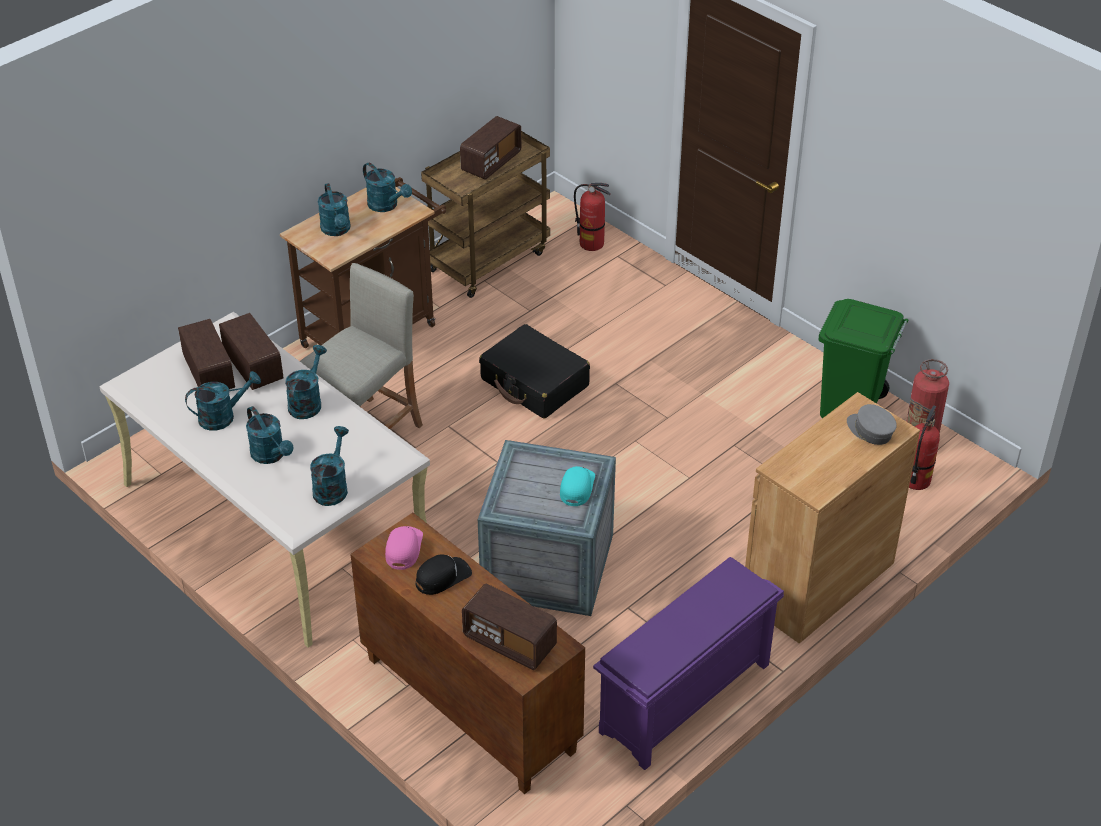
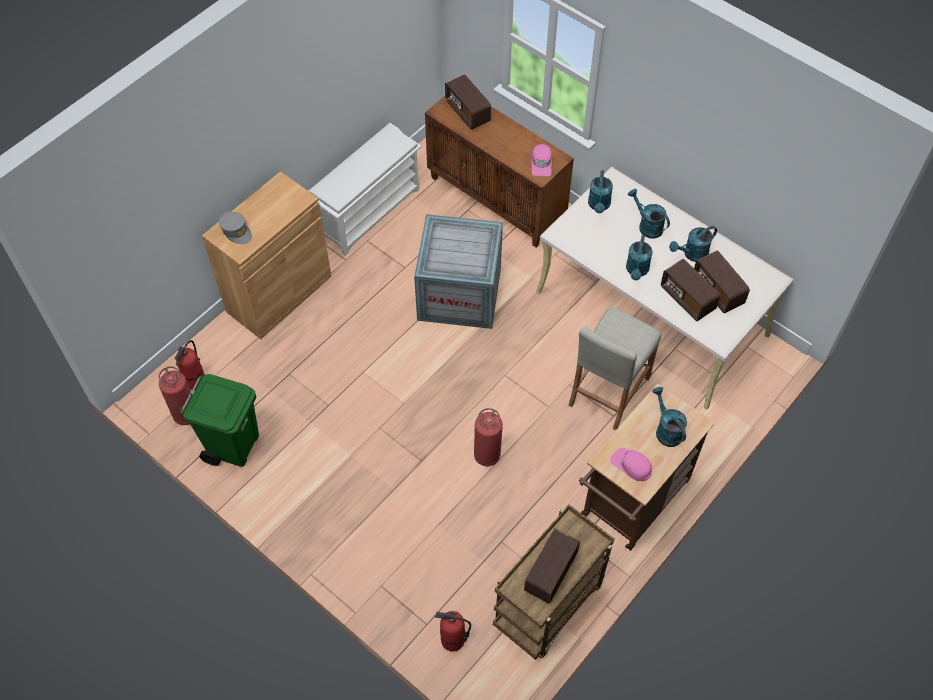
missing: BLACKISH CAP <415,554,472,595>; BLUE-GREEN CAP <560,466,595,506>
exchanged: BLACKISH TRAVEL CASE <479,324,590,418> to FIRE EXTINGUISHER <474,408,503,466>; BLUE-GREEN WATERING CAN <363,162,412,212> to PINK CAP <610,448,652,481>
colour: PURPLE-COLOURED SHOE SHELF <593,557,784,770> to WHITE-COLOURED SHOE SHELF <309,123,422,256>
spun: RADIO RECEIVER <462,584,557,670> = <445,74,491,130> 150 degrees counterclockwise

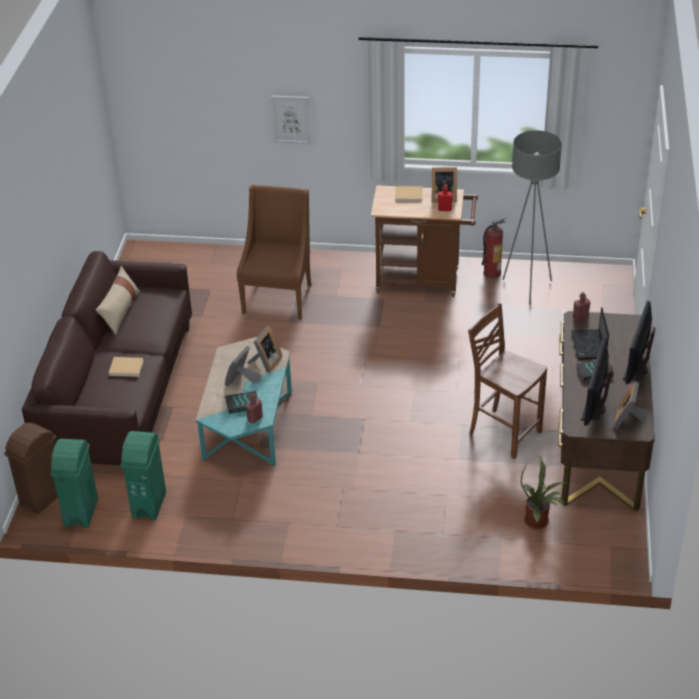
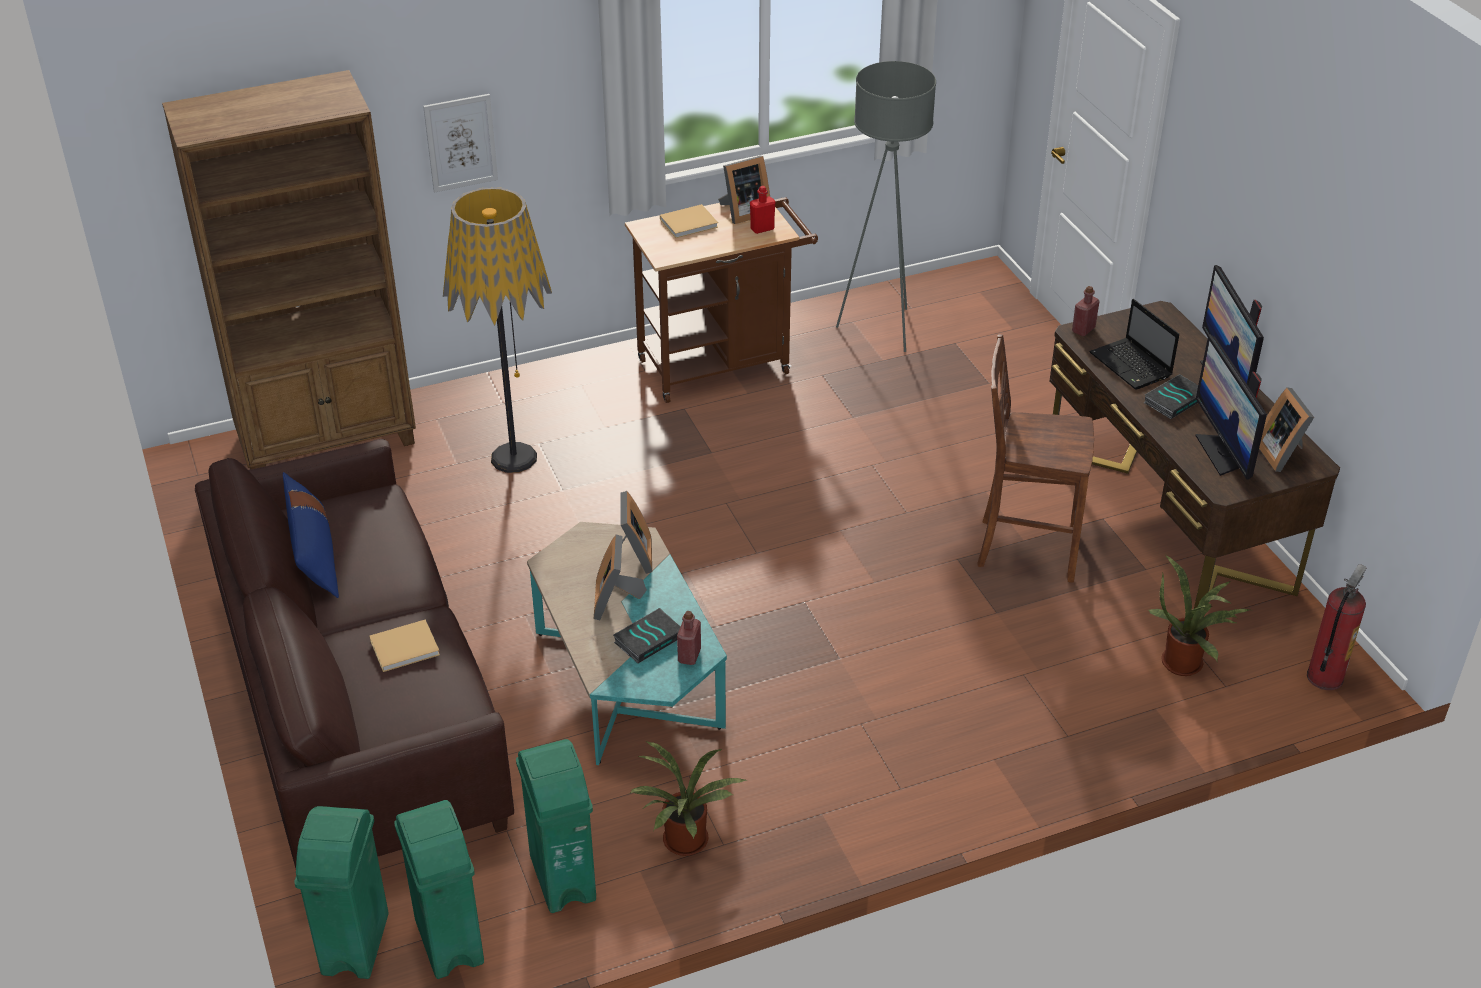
appeared: BROWNISH BOOKSHELF <162,70,416,470>; POTTED PLANT <628,741,747,856>
relocated: FIRE EXTINGUISHER <482,216,506,278> to <1307,564,1367,690>
exchanged: BROWNISH ARMCHAIR <237,185,311,320> to STANDARD LAMP <443,187,552,473>
colour: BEIGE-COLOURED THROW PILLOW <96,266,140,335> to BLUE THROW PILLOW <283,472,339,598>; BROWNISH TRASH CAN <4,422,58,514> to GREENISH TRASH CAN <295,806,388,979>

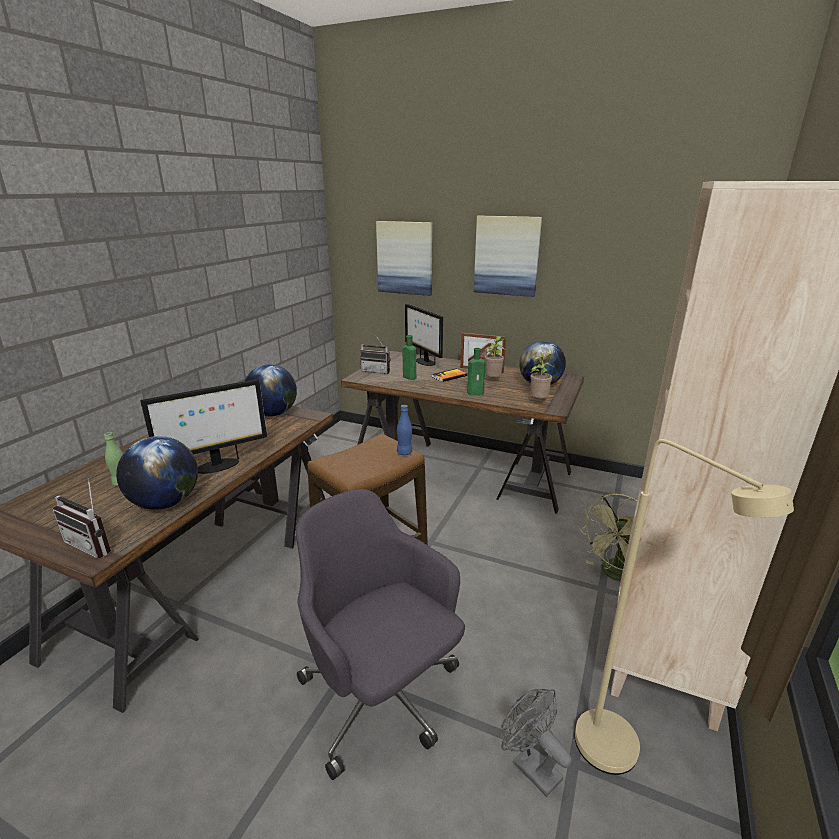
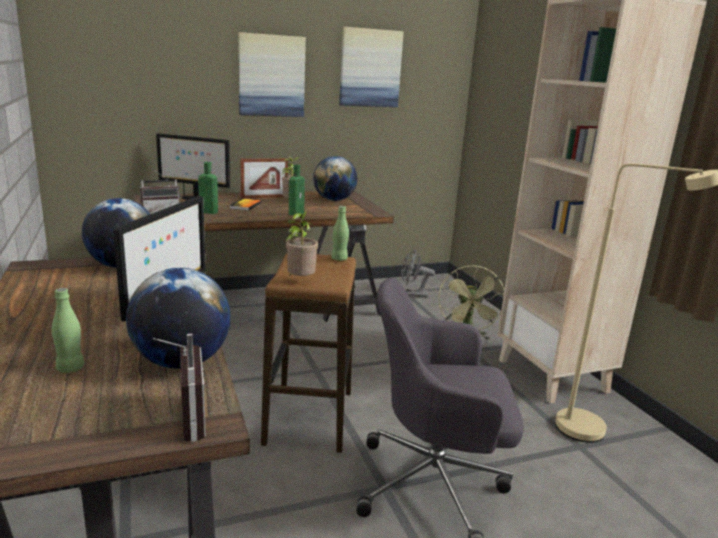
relocated: POTTED PLANT <530,352,552,398> to <286,210,318,276>; PICTURE <376,221,433,296> to <339,27,404,107>; GREYISH FAN <501,689,572,797> to <401,250,435,298>
colour: BLUE BOTTLE <397,405,412,455> to GREENISH BOTTLE <331,206,349,261>
spun: RADIO RECEIVER <53,478,111,559> = <153,334,206,442> 90 degrees counterclockwise

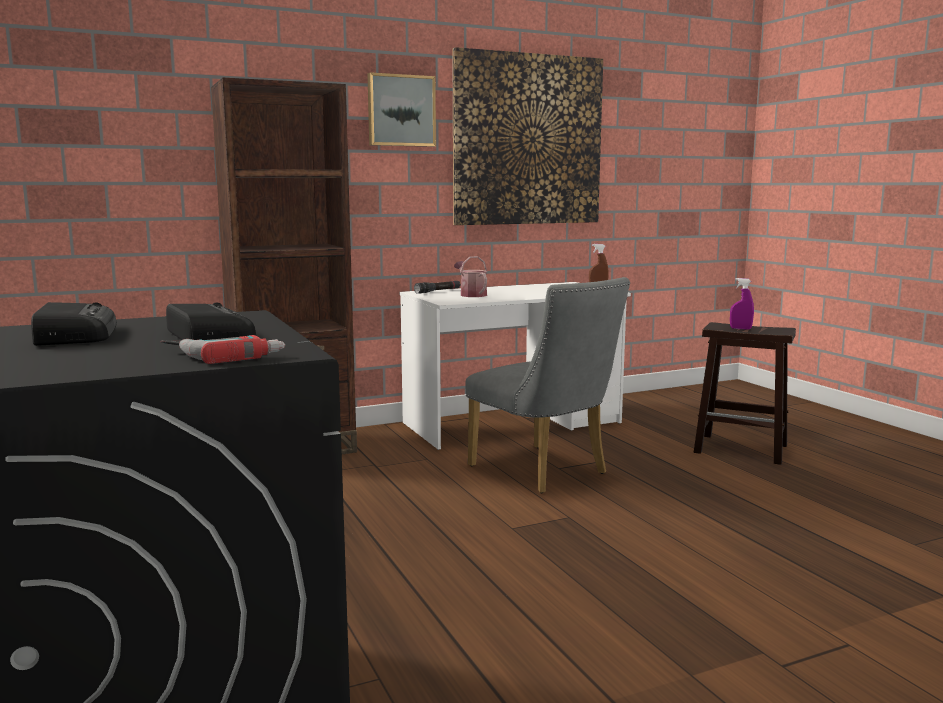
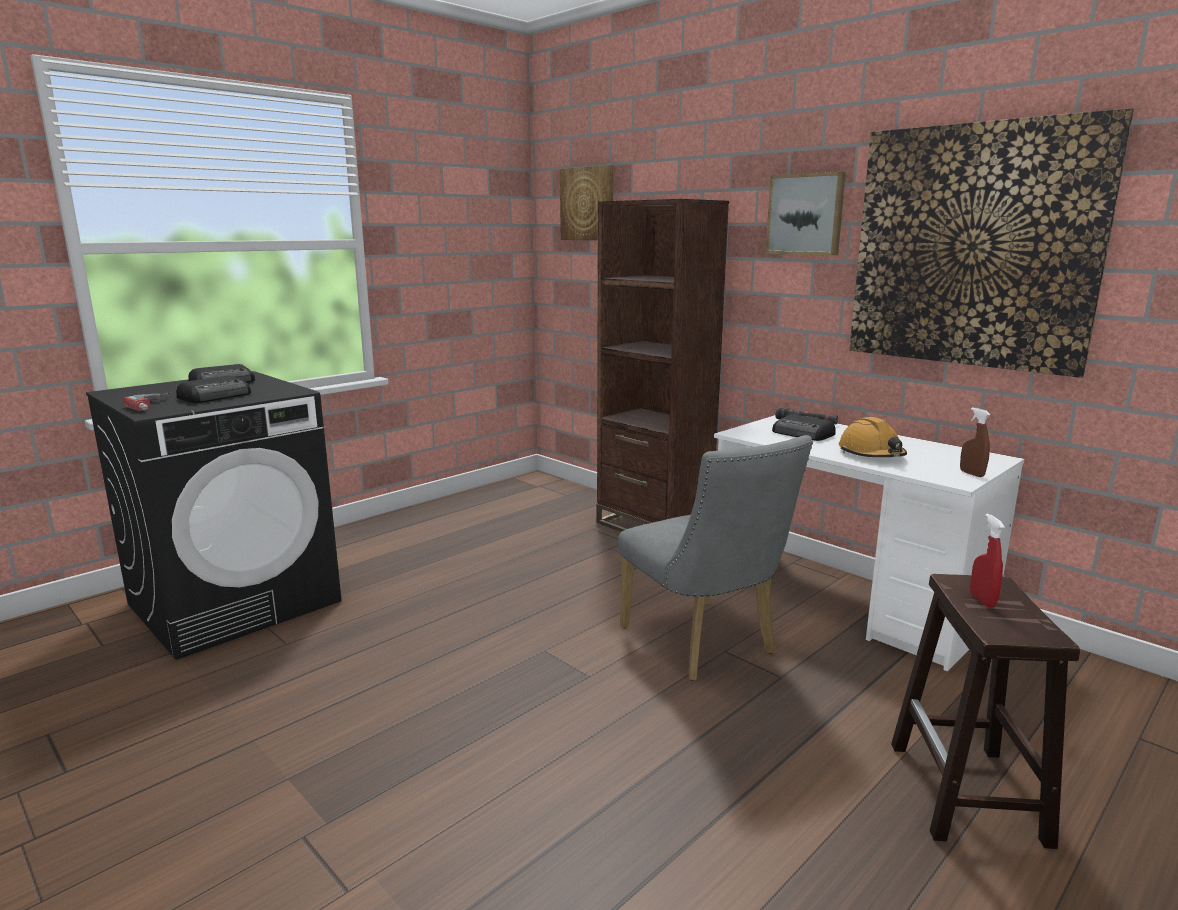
appeared: PICTURE <560,165,613,240>; ORANGEY HARD HAT <839,417,907,457>
exchanged: WATERING CAN <454,256,487,297> to RADIO RECEIVER <772,414,836,441>
colour: PURPLE-COLOURED HAND SPRAYER <730,278,754,330> to RED-COLOURED HAND SPRAYER <970,514,1005,607>
spun: GREYISH CHAIR <465,277,630,493> = <618,435,813,681> 60 degrees counterclockwise

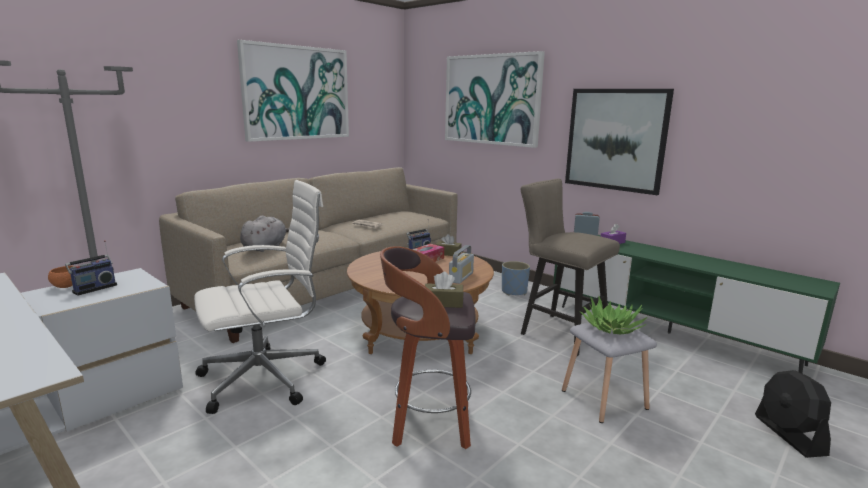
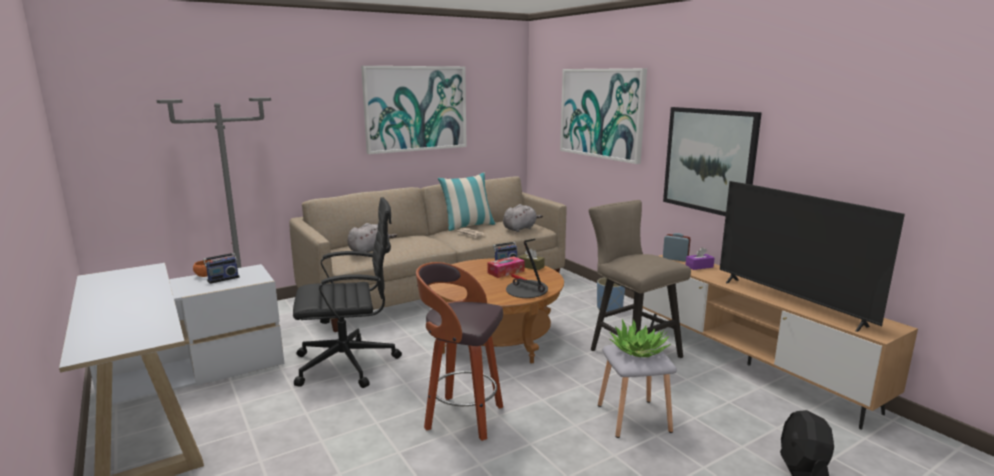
missing: BROWNISH TISSUE BOX <425,272,464,308>
appeared: THROW PILLOW <438,173,496,231>; GREYISH CUDDLY TOY <503,204,543,232>; TV <720,181,905,332>
exchanged: RADIO RECEIVER <449,245,474,284> to LAMP FOR A TABLE <506,239,548,298>
colour: WHITE-COLOURED COMPUTER CHAIR <194,180,326,414> to BLACKISH COMPUTER CHAIR <293,197,402,388>; GREENISH TV STAND <553,235,840,373> to BROWNISH TV STAND <643,255,918,429>

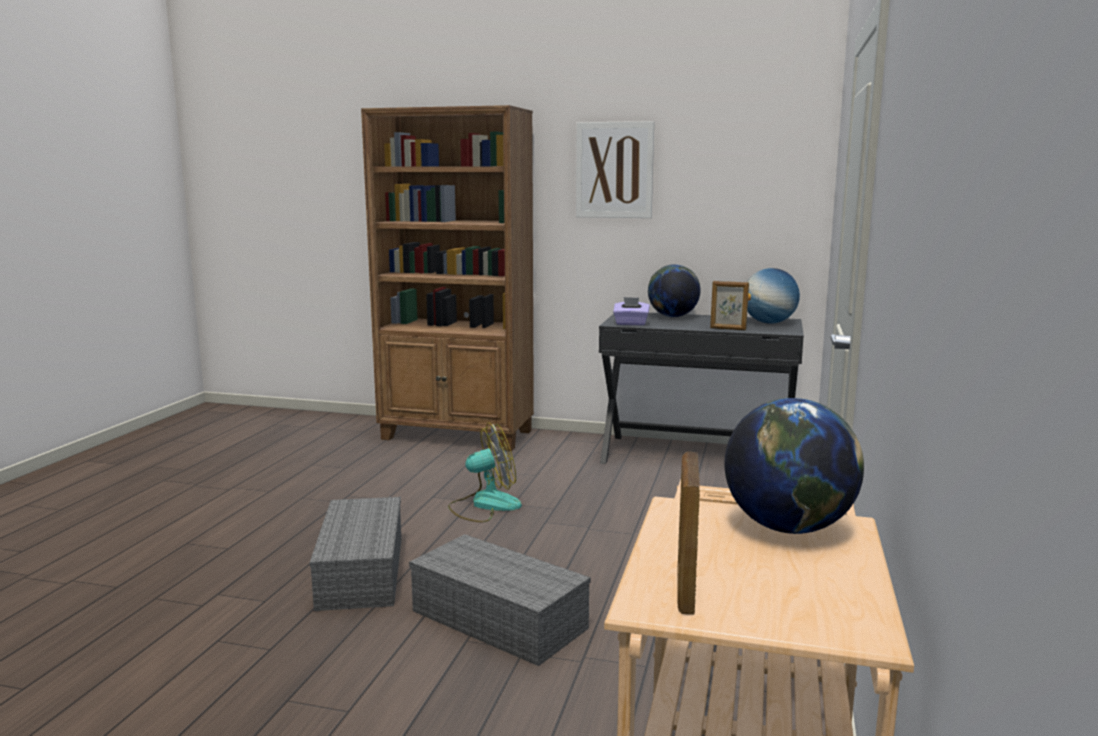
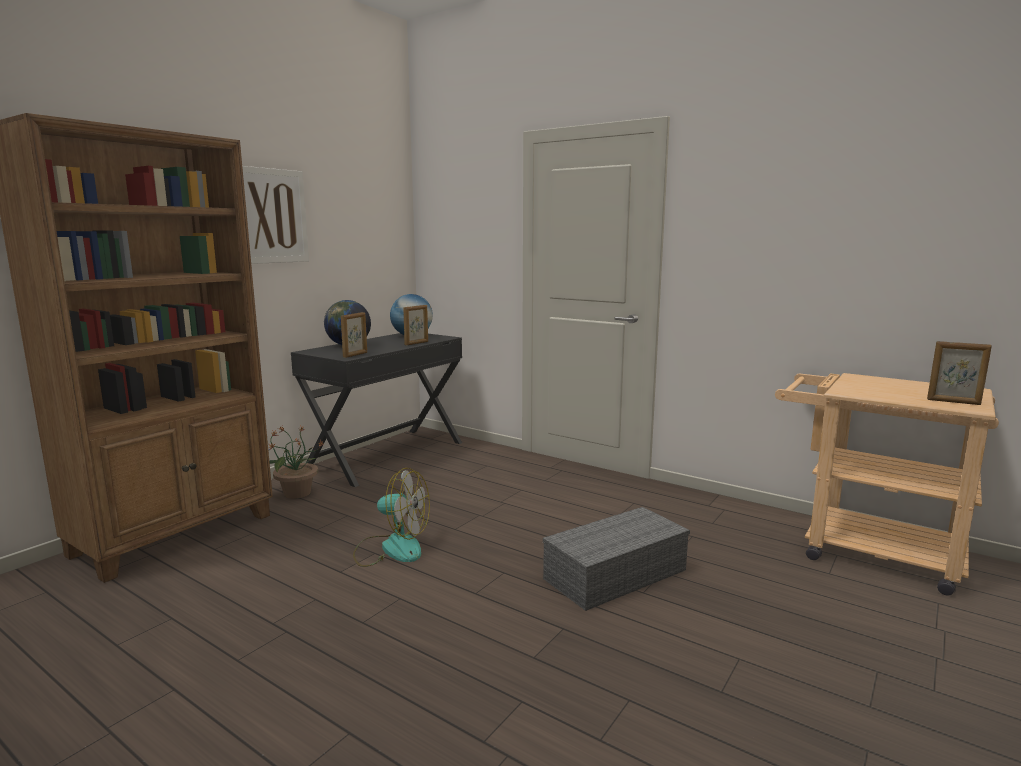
missing: GREYISH STORAGE BIN <310,497,402,611>; WORLD GLOBE <724,398,864,534>
appeared: POTTED PLANT <268,425,323,499>
exchanged: PURPLE-COLOURED TISSUE BOX <613,297,650,326> to STANDING FRAME <341,312,367,358>
spun: FAN <448,423,522,522> = <353,468,430,567> 105 degrees clockwise

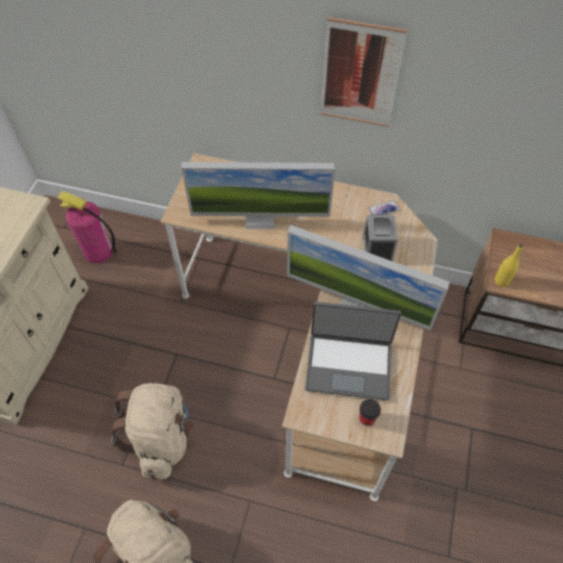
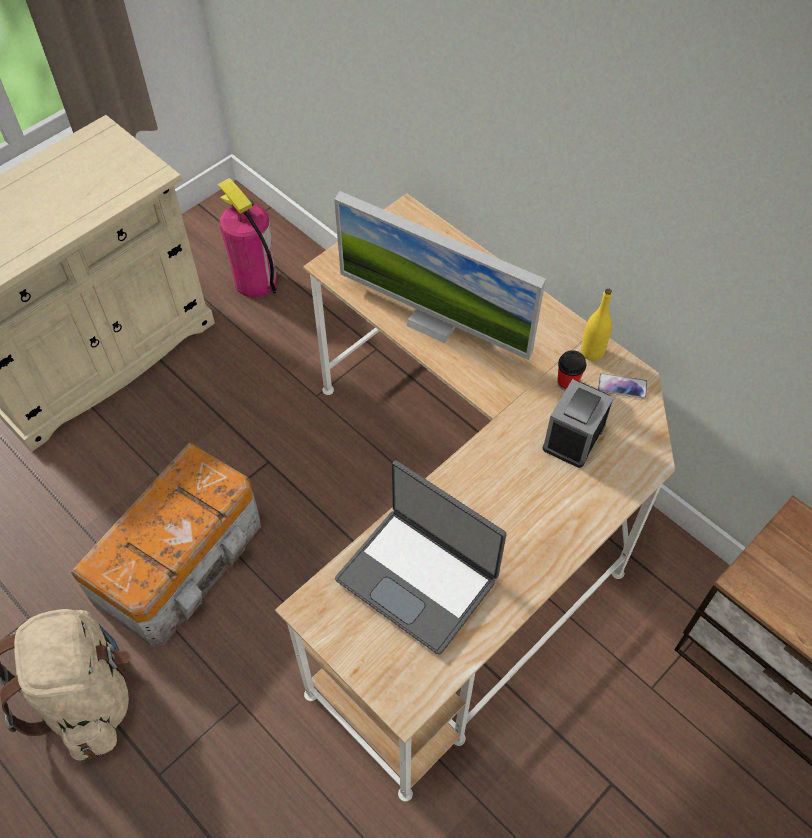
missing: COMPUTER SCREEN <287,225,449,331>; PICTURE <320,17,407,127>
relocated: SMALL CUP <359,399,381,426> to <557,350,586,391>; YELLOWISH BOTTLE <495,244,523,287> to <581,289,612,361>
exchanged: BEIGE-COLOURED RUCKSACK <111,383,194,480> to STORAGE BIN <71,442,261,647>

